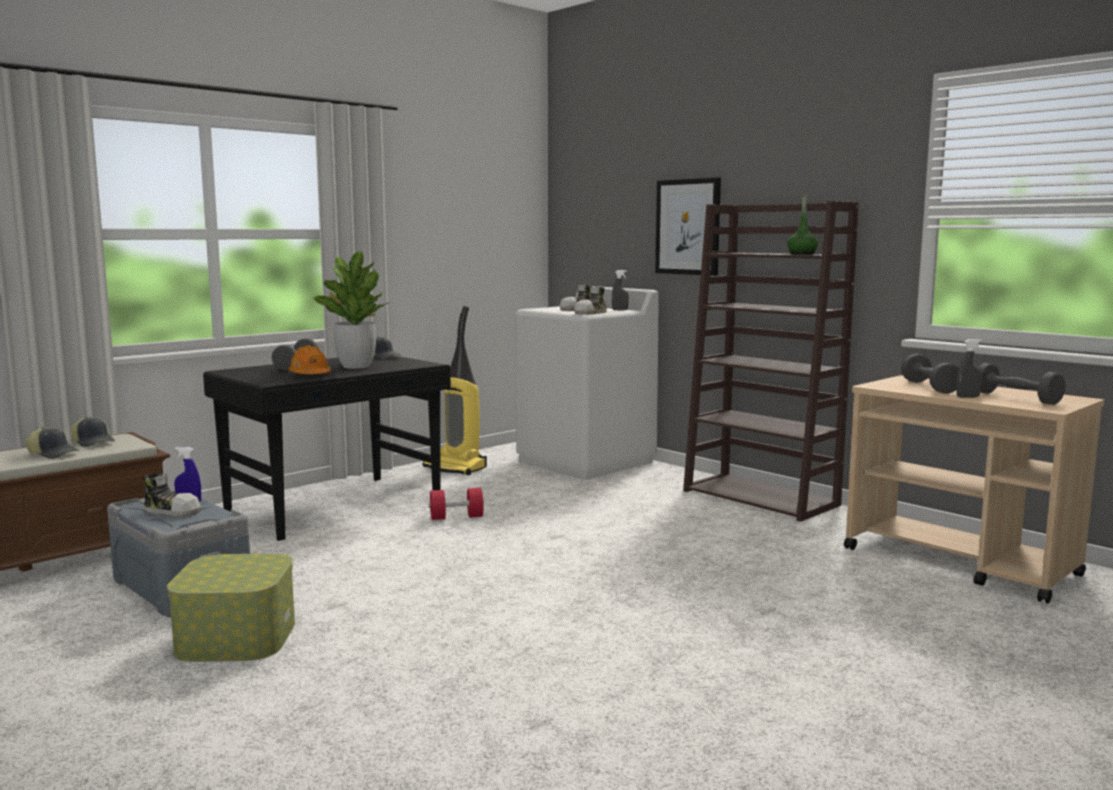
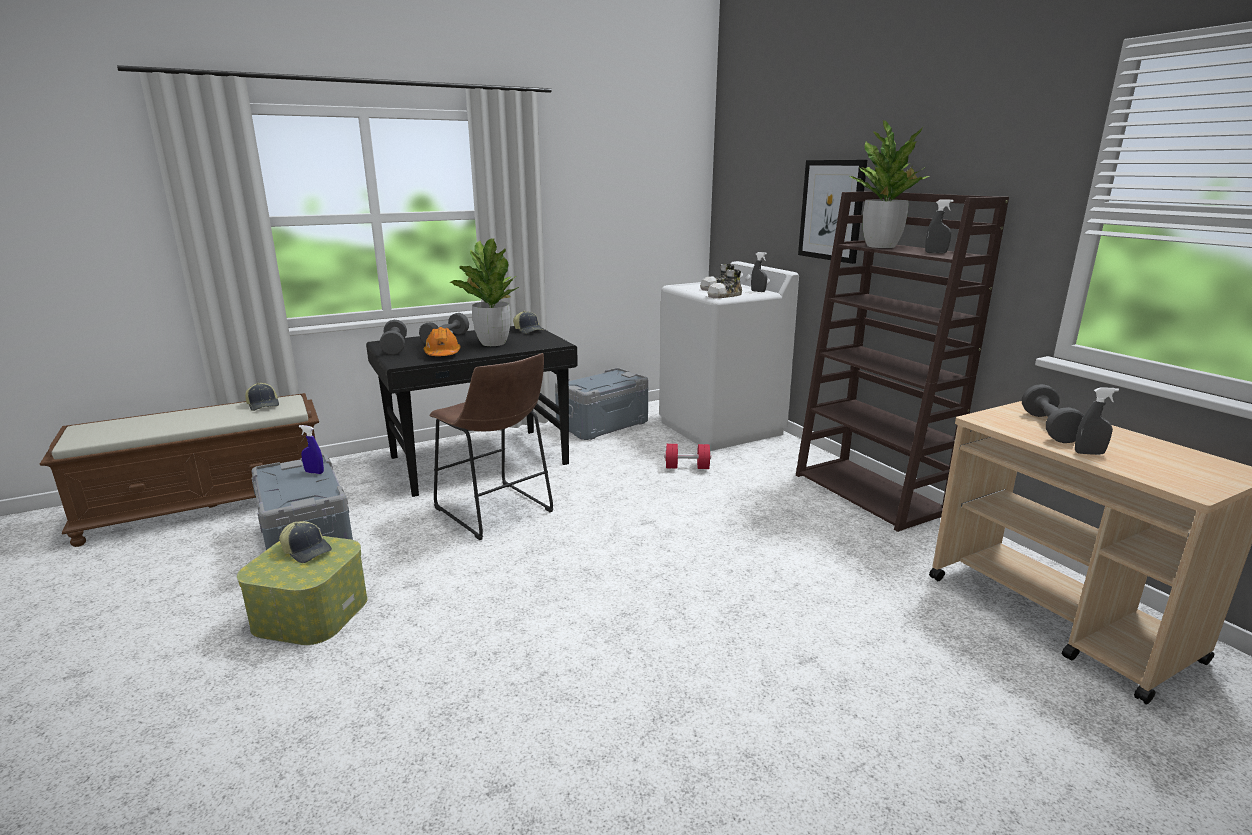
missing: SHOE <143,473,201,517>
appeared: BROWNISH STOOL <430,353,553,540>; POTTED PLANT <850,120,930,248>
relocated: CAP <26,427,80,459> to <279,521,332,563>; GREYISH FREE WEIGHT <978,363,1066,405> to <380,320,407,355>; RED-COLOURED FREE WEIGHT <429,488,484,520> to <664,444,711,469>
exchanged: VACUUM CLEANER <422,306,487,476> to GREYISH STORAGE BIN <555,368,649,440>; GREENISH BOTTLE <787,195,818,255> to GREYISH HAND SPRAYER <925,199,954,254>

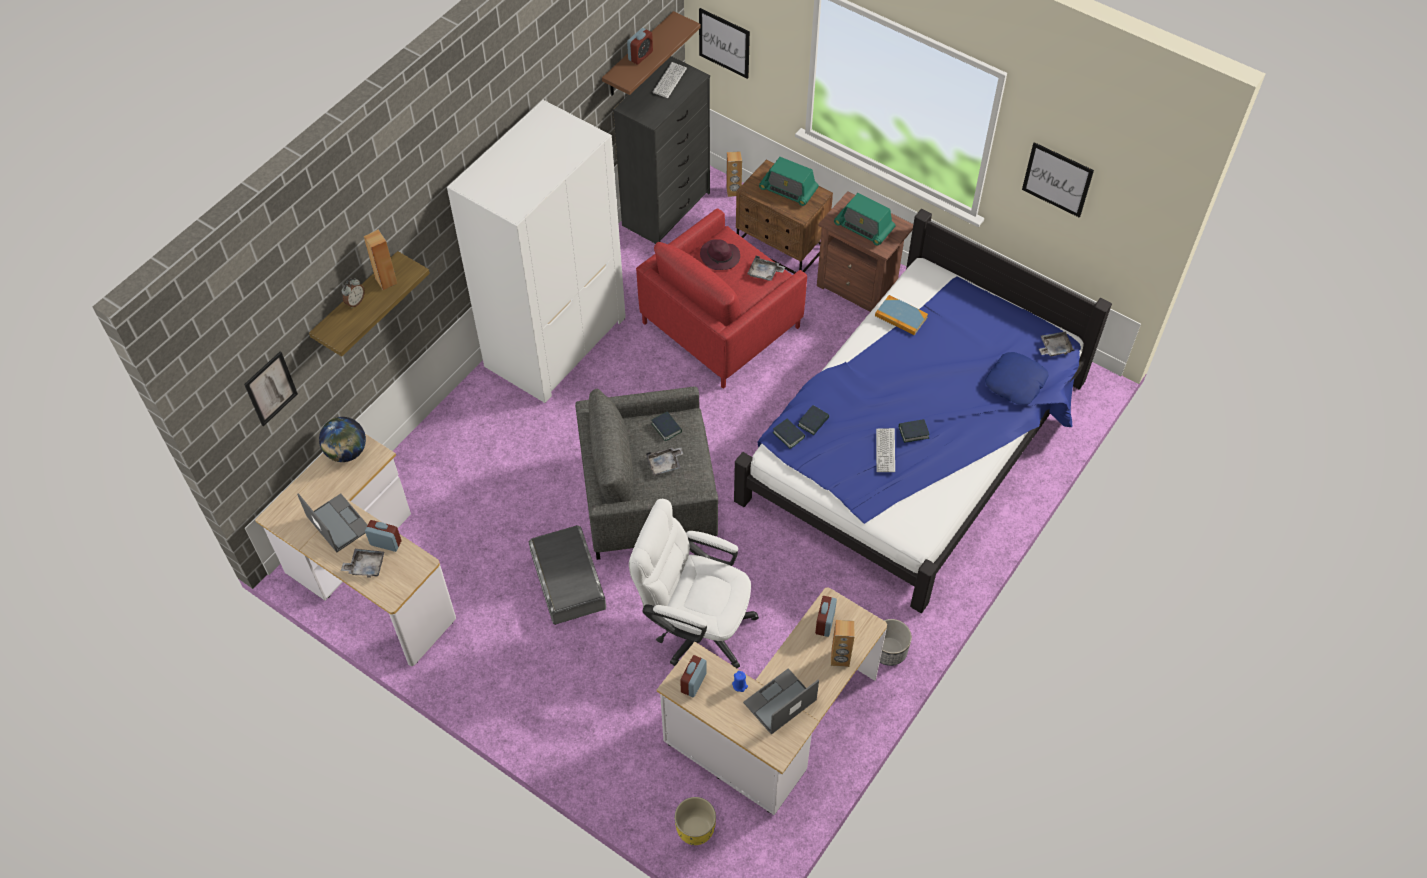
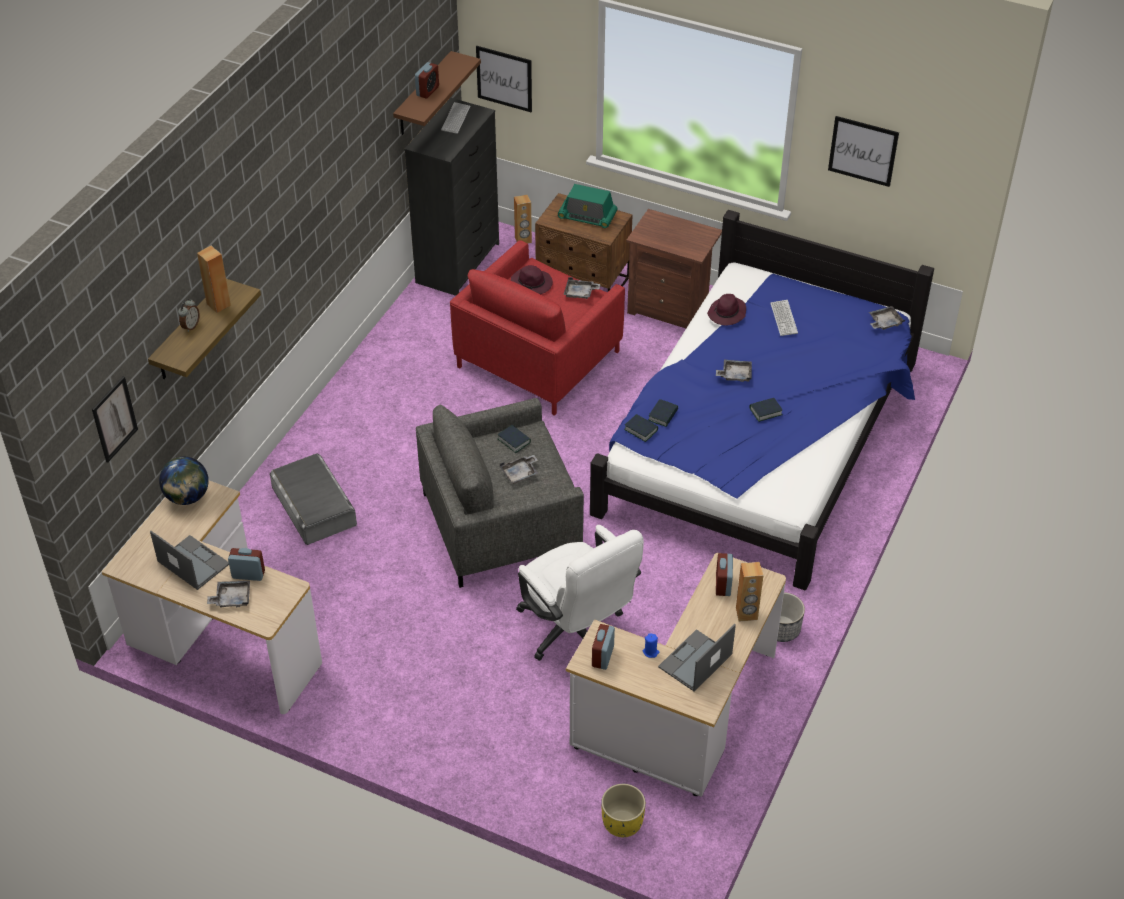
missing: WHITE-COLOURED CLOTHES CUPBOARD <447,100,626,403>; RADIO RECEIVER <834,193,895,245>; BLUE THROW PILLOW <985,352,1049,405>
appeared: GREYISH TRAY <716,360,752,382>
relocated: GREYISH STORAGE BIN <529,525,606,625> to <270,453,357,545>; KEYBOARD <876,428,895,472> to <770,300,798,336>
exchanged: BOUND BOOK <875,295,928,335> to PURPLE-COLOURED HAT <707,294,746,325>
spun: WHITE-COLOURED COMPUTER CHAIR <629,499,759,668> = <516,525,644,660> 135 degrees counterclockwise

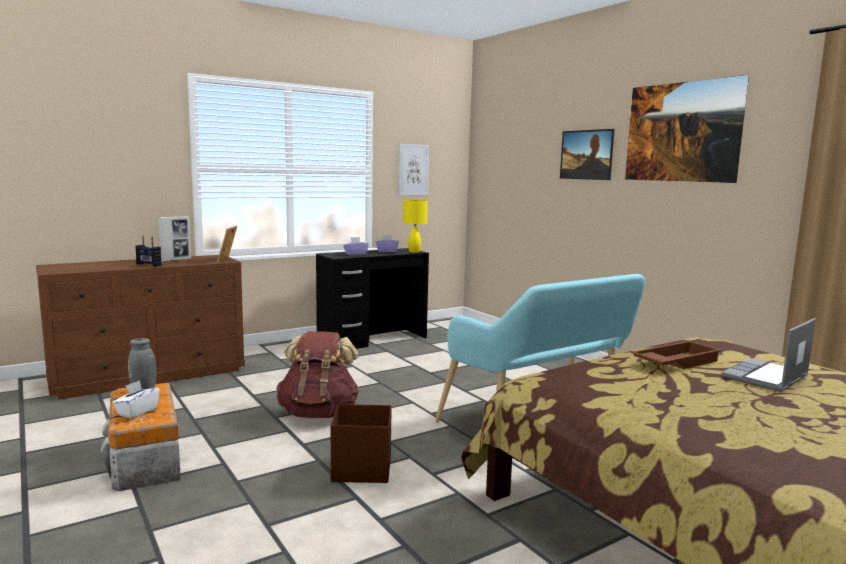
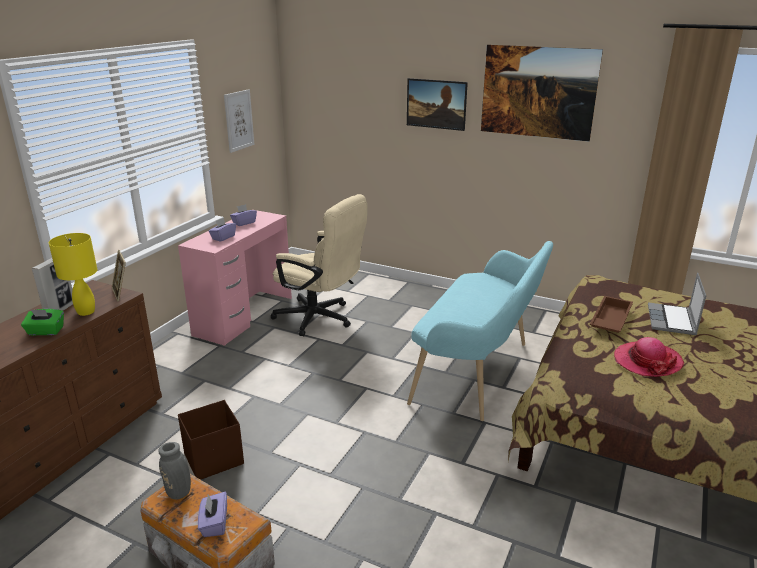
missing: BROWNISH RUCKSACK <276,331,359,418>
appeared: BEIGE-COLOURED COMPUTER CHAIR <271,194,367,336>; HAT <614,337,684,377>
relocated: YELLOWISH LAMP FOR A TABLE <403,200,428,252> to <49,233,97,316>; BROWNISH STORAGE BIN <331,404,392,483> to <178,400,244,480>
exchanged: RADIO RECEIVER <135,236,162,267> to GREENISH TISSUE BOX <21,309,64,335>
colour: BLACKISH DESK <316,248,429,349> to PINK DESK <178,211,292,346>; WHITE-COLOURED TISSUE BOX <113,380,160,419> to PURPLE-COLOURED TISSUE BOX <198,492,227,537>

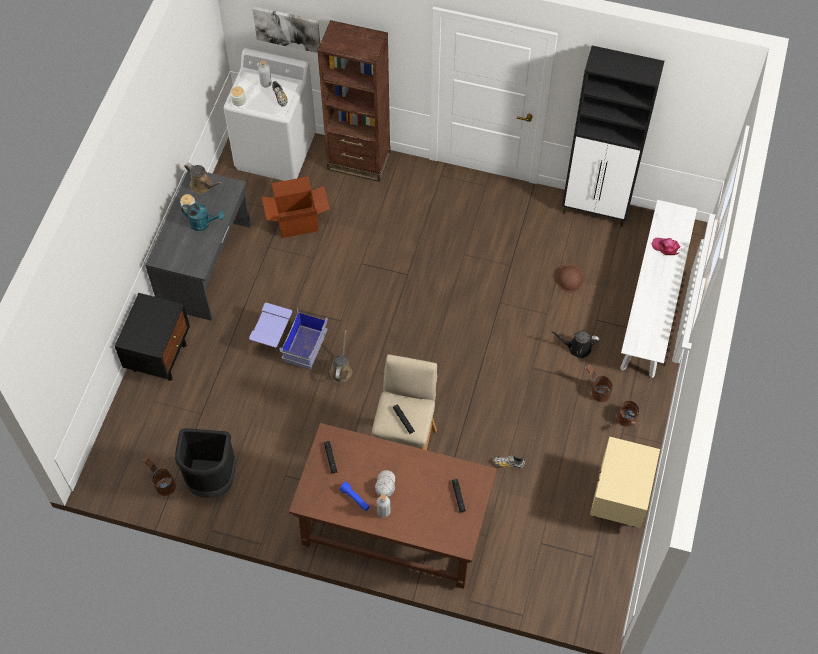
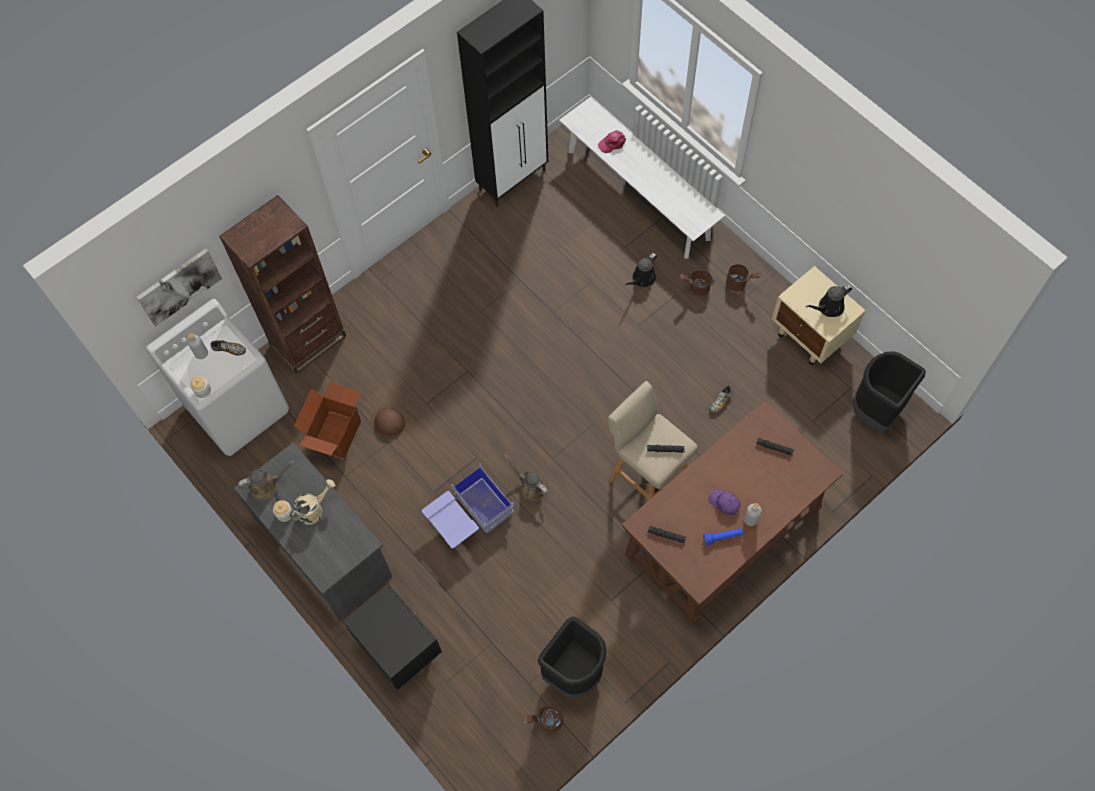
appeared: BLACKISH WATERING CAN <806,284,852,317>; BLACKISH TRASH CAN <853,351,926,433>
relocated: BROWNISH HARD HAT <556,264,584,292> to <371,407,406,438>
colour: BLUE-GREEN WATERING CAN <182,203,225,231> to BEIGE-COLOURED WATERING CAN <290,479,335,525>; WHITE-COLOURED CAP <375,470,395,497> to PURPLE-COLOURED CAP <708,489,741,515>

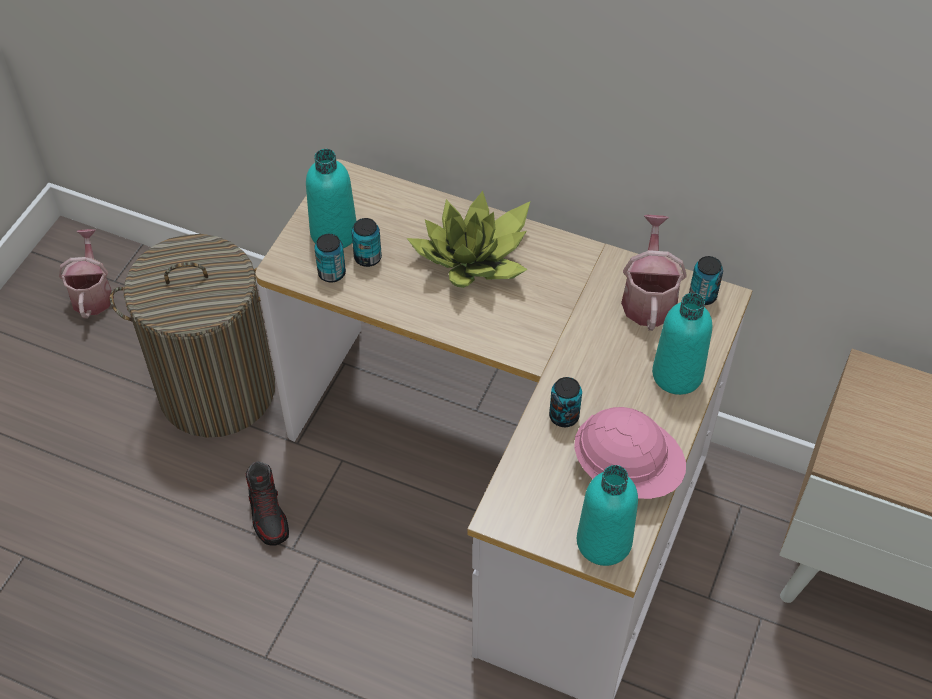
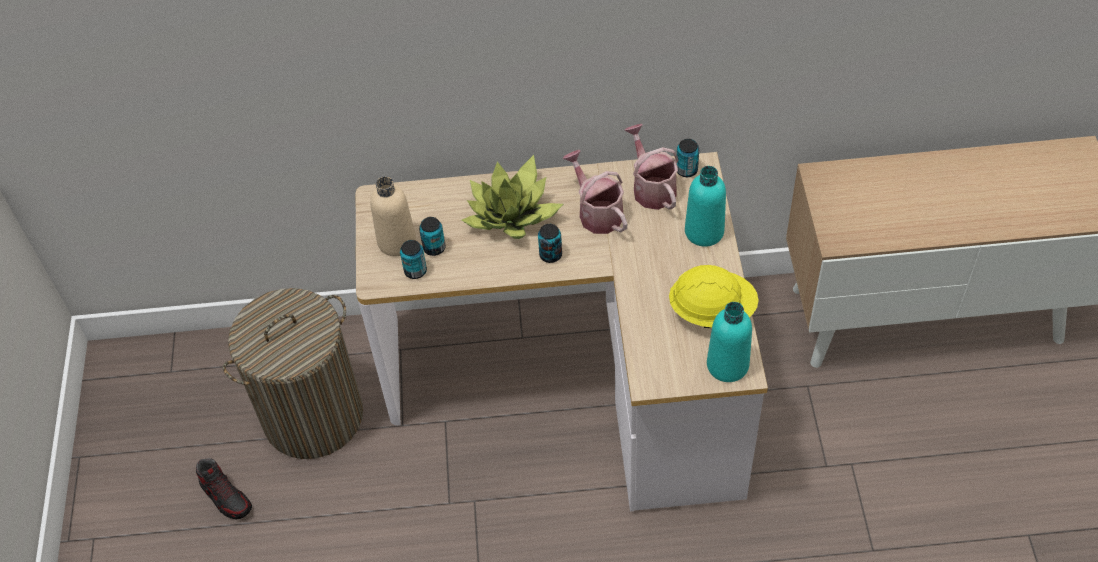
relocated: SHOE <246,461,289,546> to <196,458,252,520>; METAL CAN <549,377,582,427> to <538,224,562,263>; WATERING CAN <59,229,114,319> to <563,150,627,234>
colour: BLUE-GREEN BOTTLE <306,149,356,248> to BEIGE-COLOURED BOTTLE <370,176,416,256>; PINK HARD HAT <574,407,686,499> to YELLOWISH HARD HAT <669,265,759,328>

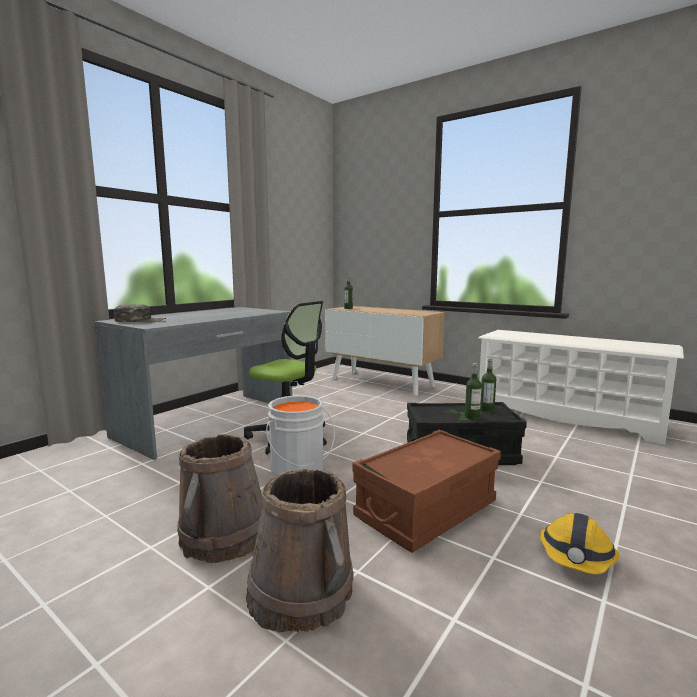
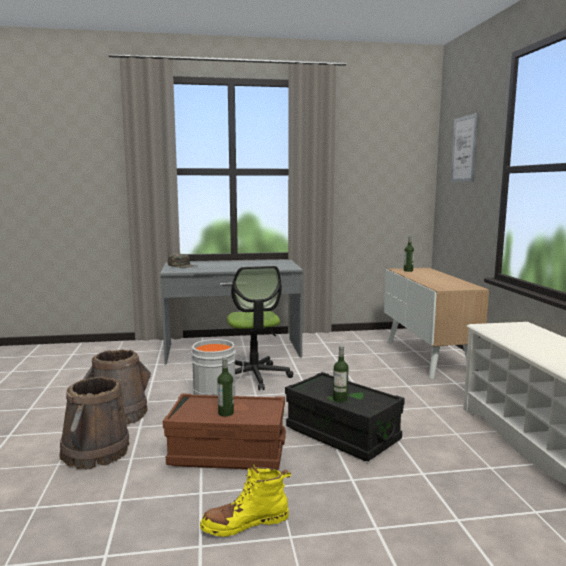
appeared: PICTURE <451,113,479,182>
relocated: BOTTLE <480,358,496,412> to <217,356,234,417>
exchanged: HARD HAT <540,513,620,574> to YELLOWISH TALL BOOT <200,463,291,537>

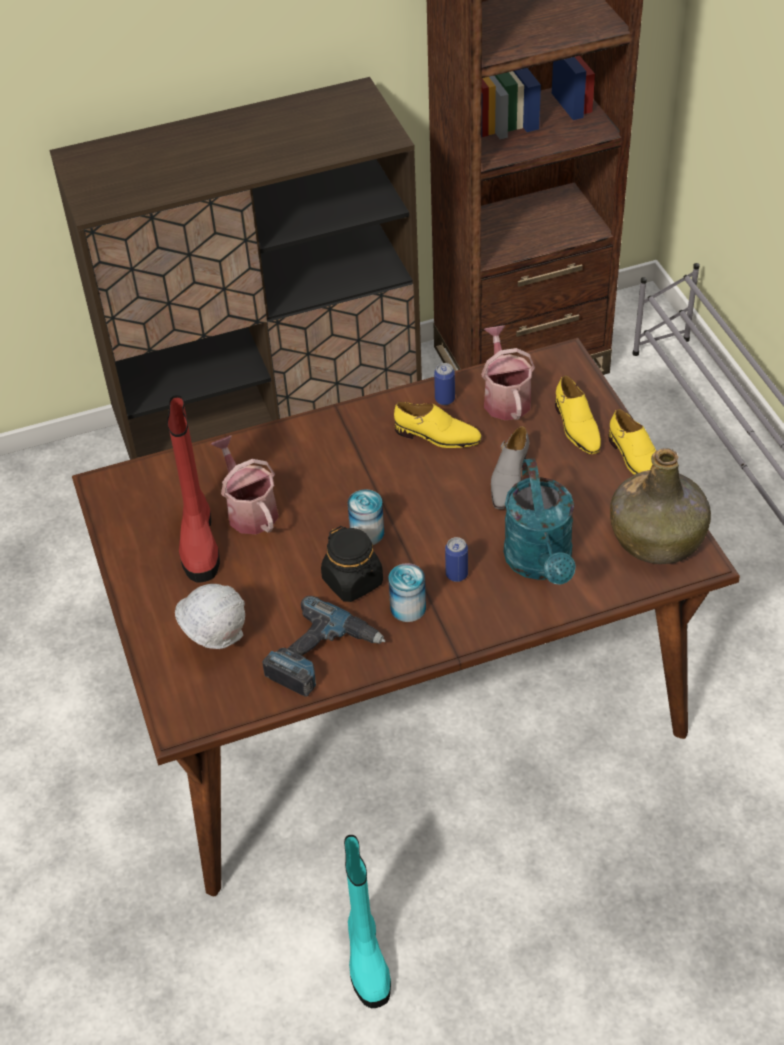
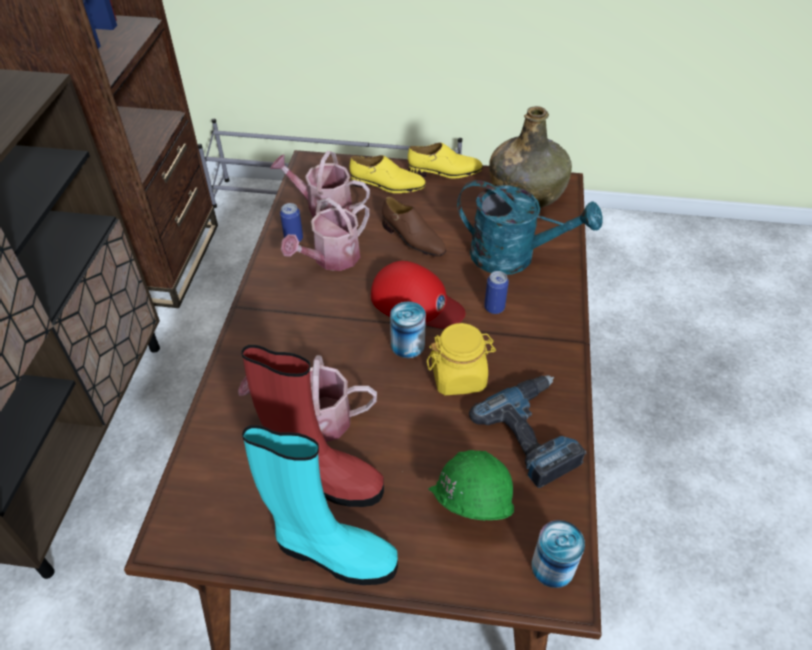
appeared: RED-COLOURED CAP <371,261,465,329>
relocated: BLUE-GREEN TALL BOOT <344,835,391,1008> to <242,425,398,585>; METAL CAN <388,563,426,622> to <531,520,585,588>
exchanged: YELLOWISH SHOE <394,402,482,448> to WATERING CAN <281,197,370,271>
colour: GREYISH SHOE <491,426,529,509> to BROWNISH SHOE <382,196,446,257>; BLACKISH PRESERVE JAR <321,526,383,602> to YELLOWISH PRESERVE JAR <427,323,496,395>; WHITE-COLOURED HARD HAT <175,584,245,649> to GREENISH HARD HAT <428,450,514,521>

